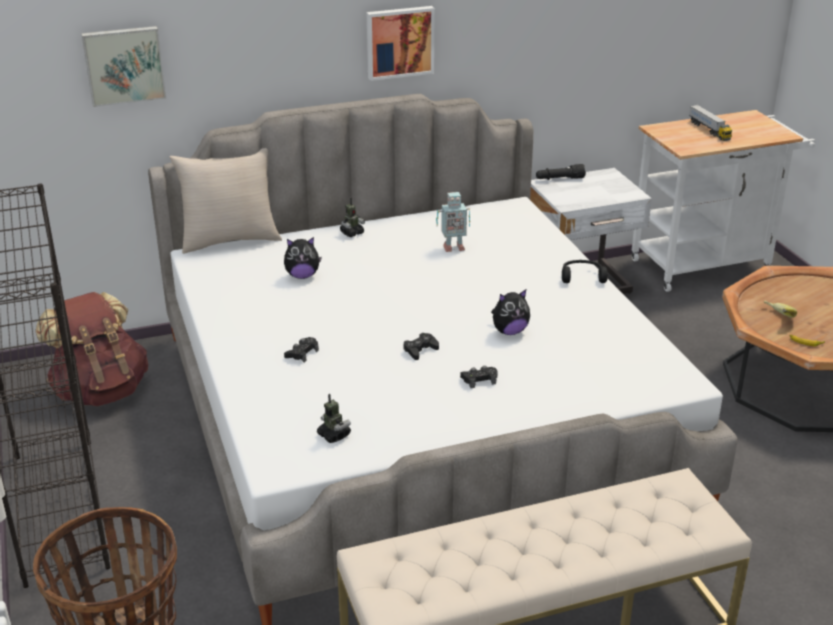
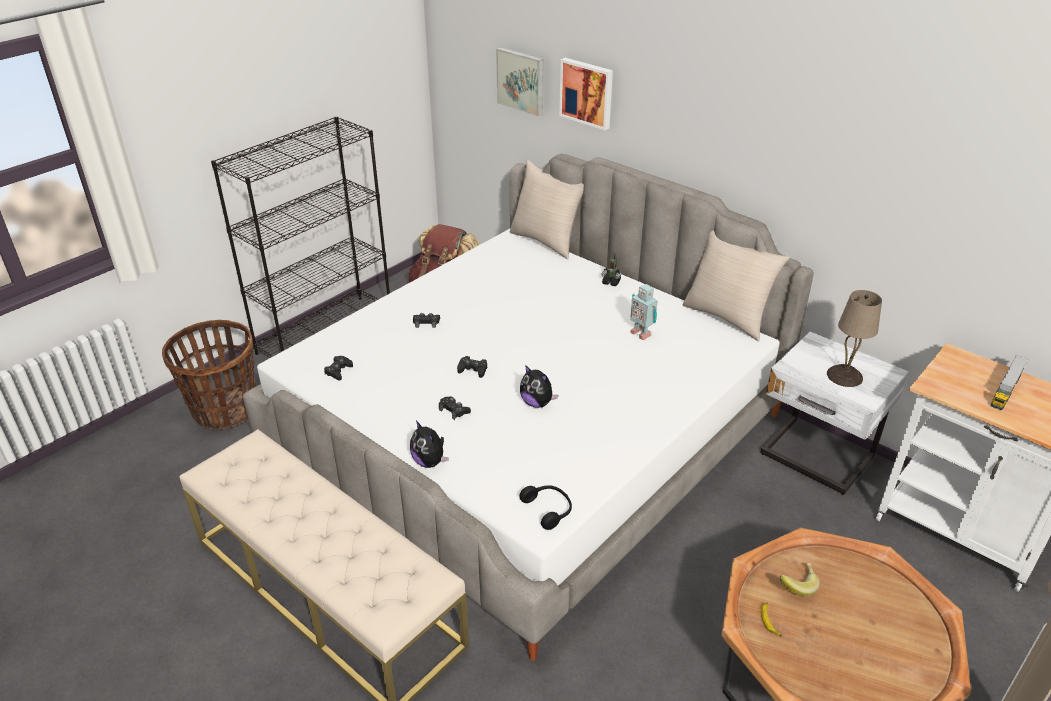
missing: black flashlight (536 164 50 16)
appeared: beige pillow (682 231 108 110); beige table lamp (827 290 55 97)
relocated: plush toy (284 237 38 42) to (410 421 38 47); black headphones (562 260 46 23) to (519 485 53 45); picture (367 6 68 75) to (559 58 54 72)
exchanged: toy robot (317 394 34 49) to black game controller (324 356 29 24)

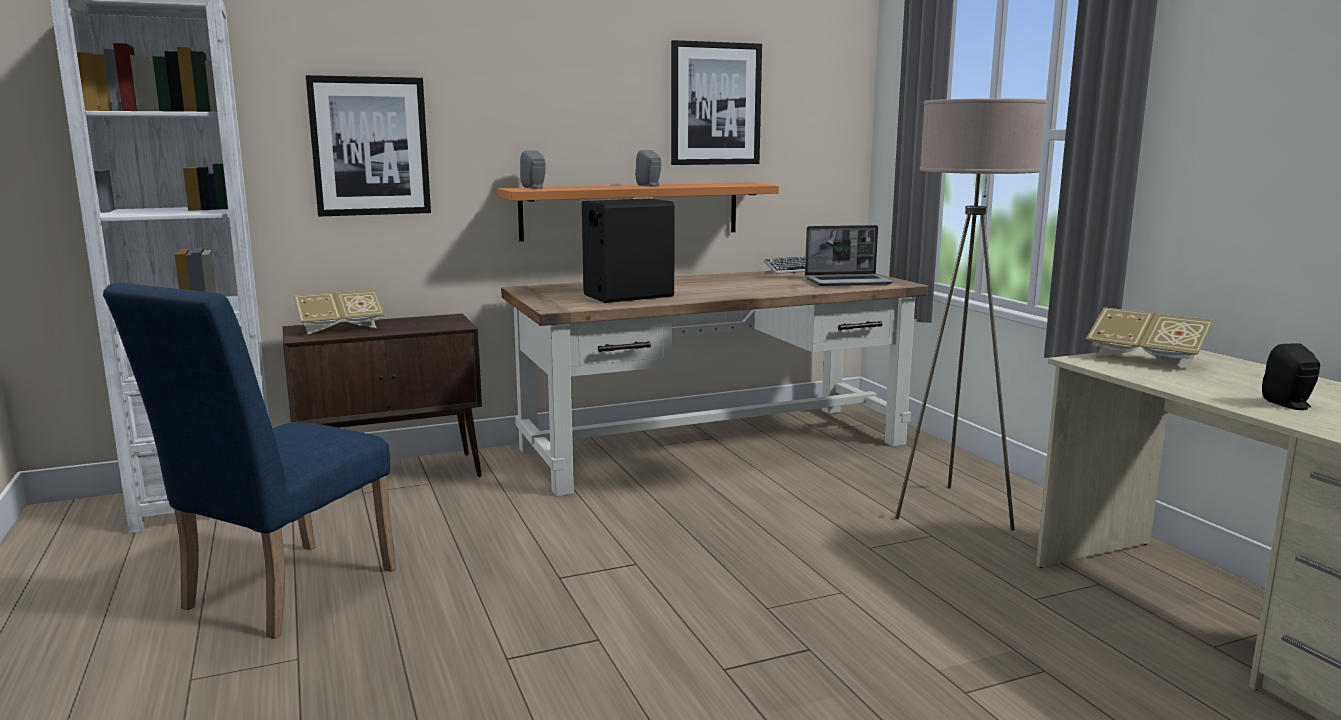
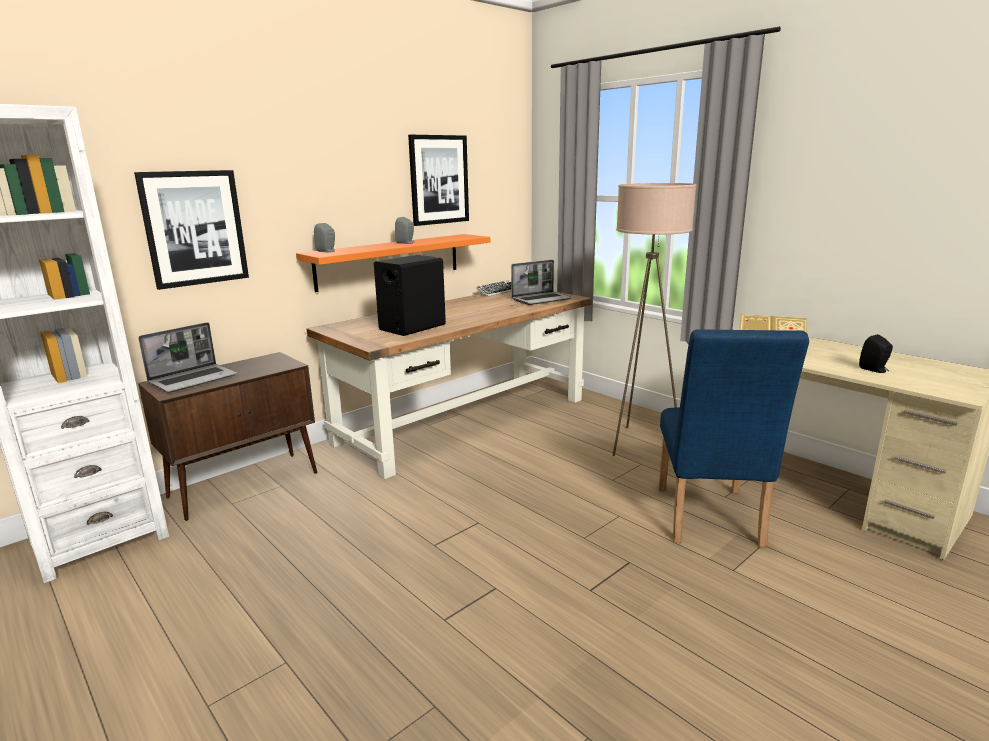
relocated: blue chair (103 283 293 356) to (659 329 150 218)
exchanged: book (293 290 91 44) to laptop (138 322 99 71)

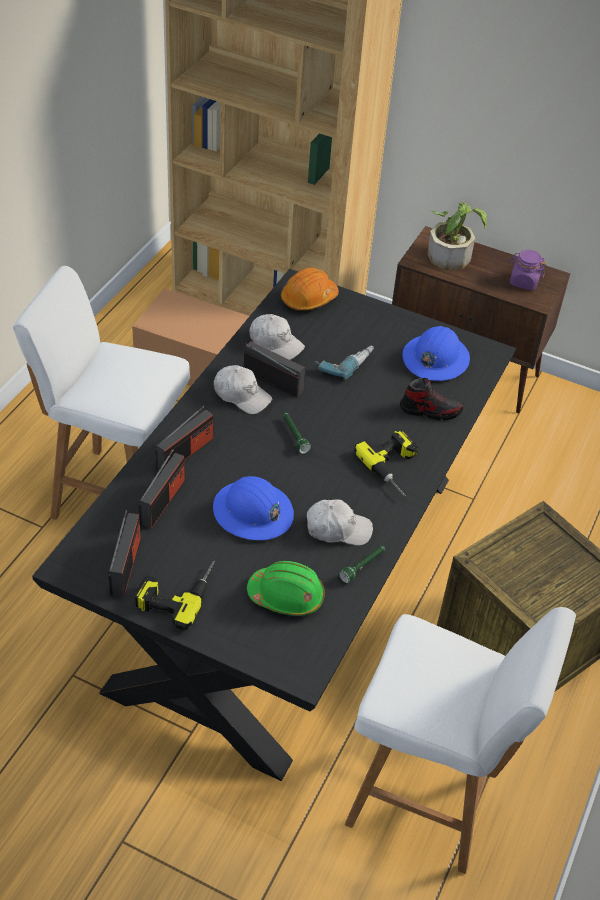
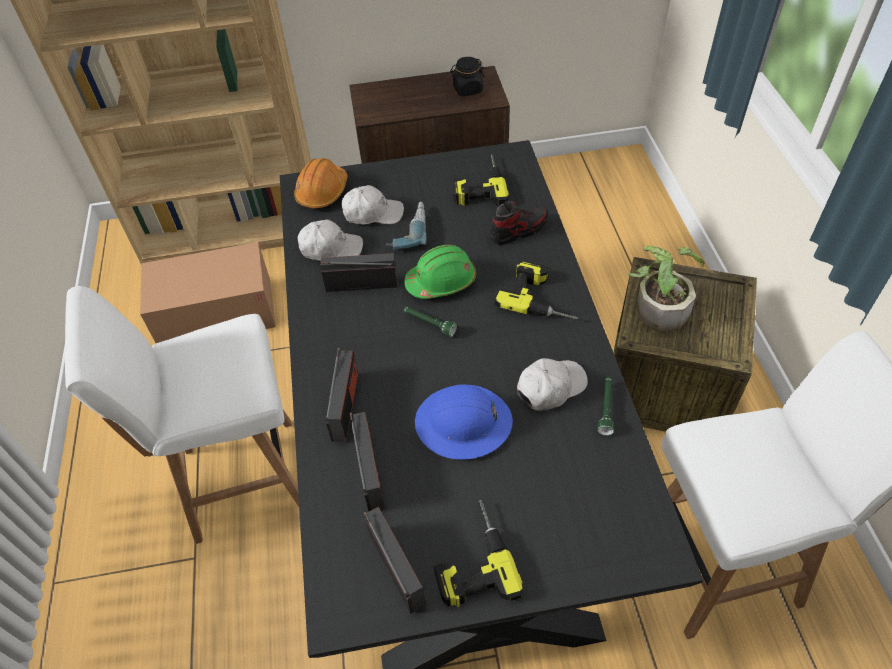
relocated: white cap (214 365 58 49) to (341 185 63 40); green hard hat (247 561 78 55) to (404 245 72 54); potted plant (427 202 60 68) to (628 246 77 85)
exchanged: blue hard hat (403 326 67 55) to power drill (452 154 57 52)
colour: purple jar (510 250 36 40) to black jar (450 57 34 39)

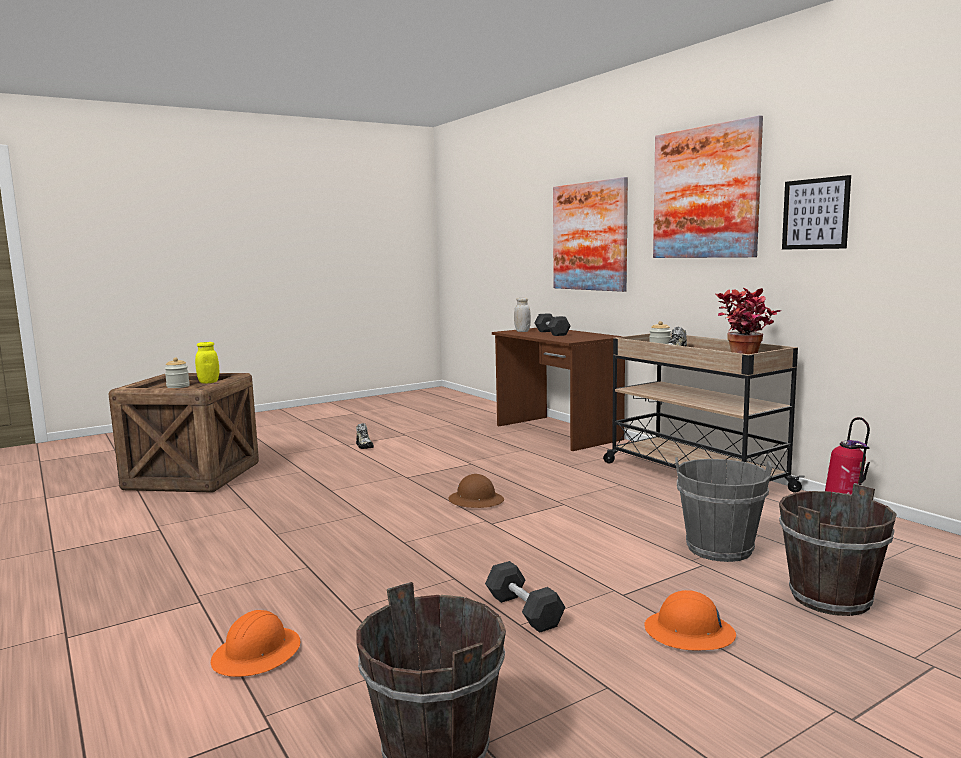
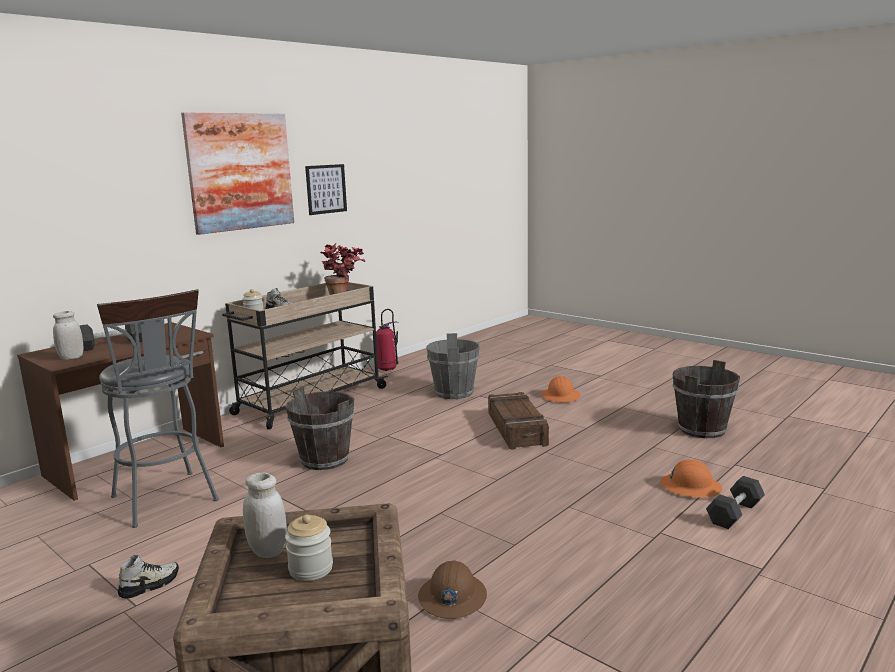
missing: picture (553 177 75 115)
appeared: grey stool (97 289 122 239); crate (488 392 61 58)
relocated: brown bucket (779 484 118 132) to (286 387 69 83); brown hard hat (449 474 55 34) to (418 561 69 58); black dumbbell (485 561 80 72) to (706 476 59 53)
colour: yellow jar (195 342 25 42) to white jar (243 472 44 86)

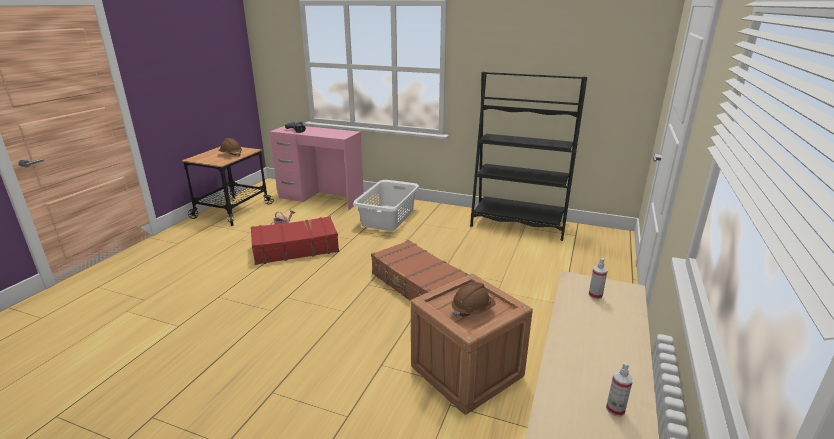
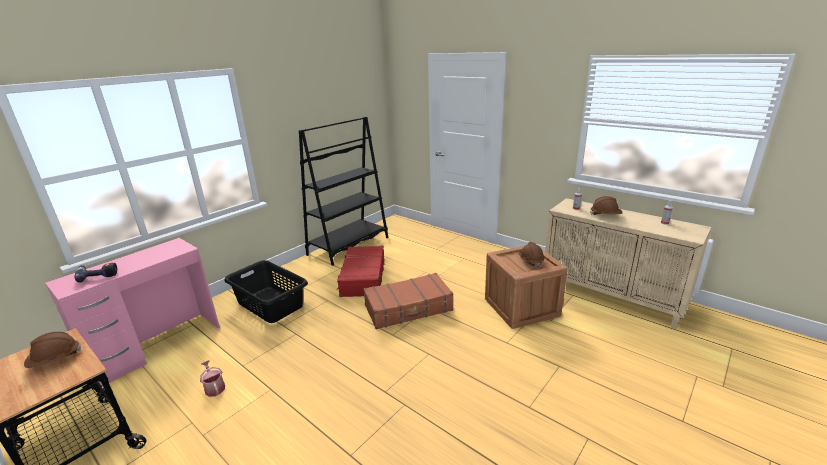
appeared: brown hard hat (590 196 32 19)
relocated: red suitcase (251 216 88 49) to (337 246 48 51)
colour: white laundry basket (353 180 66 51) to black laundry basket (224 260 84 63)

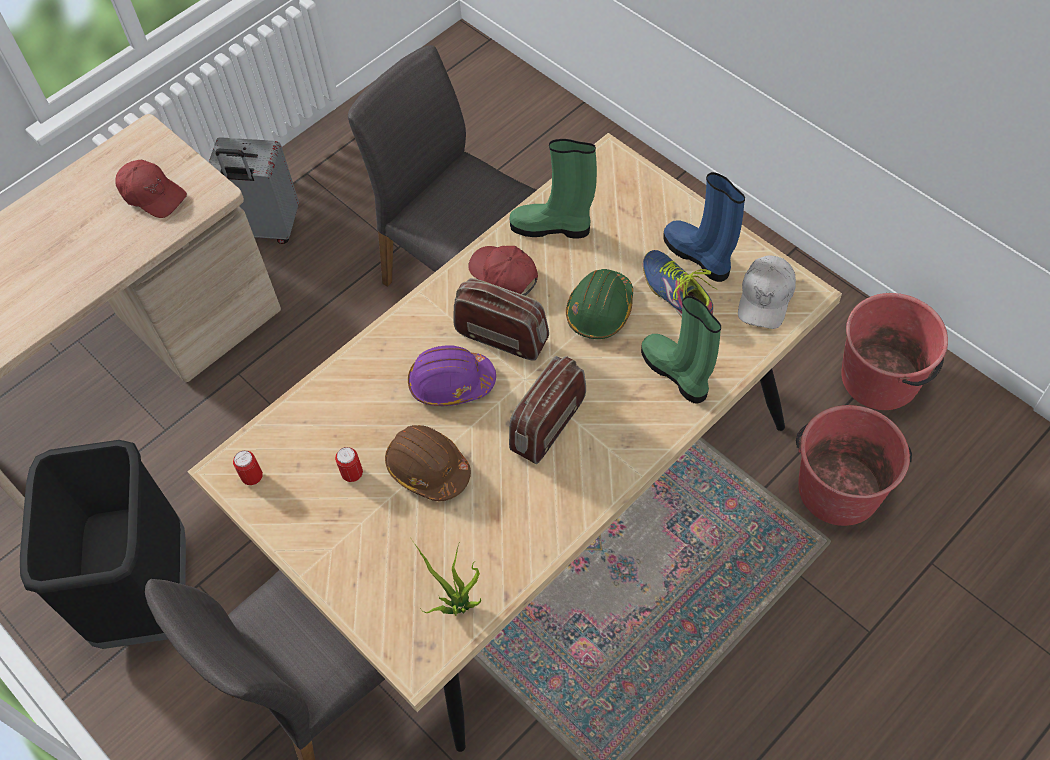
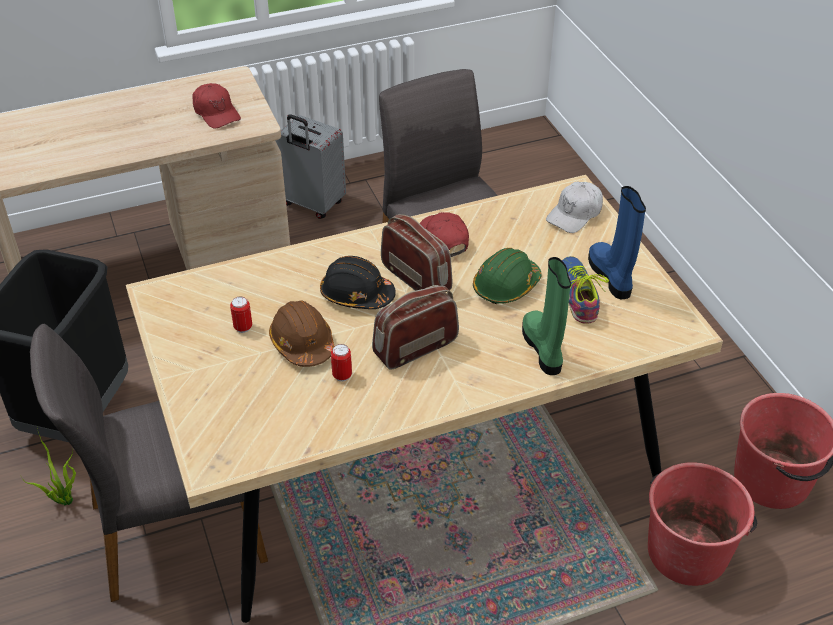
missing: green boot (510 139 87 100)
relocated: potted plant (410 537 71 79) to (21 428 55 78); can (233 451 30 34) to (331 344 21 38); white cap (738 255 58 74) to (546 182 57 51)
colour: purple hard hat (408 345 88 61) to black hard hat (320 256 76 53)

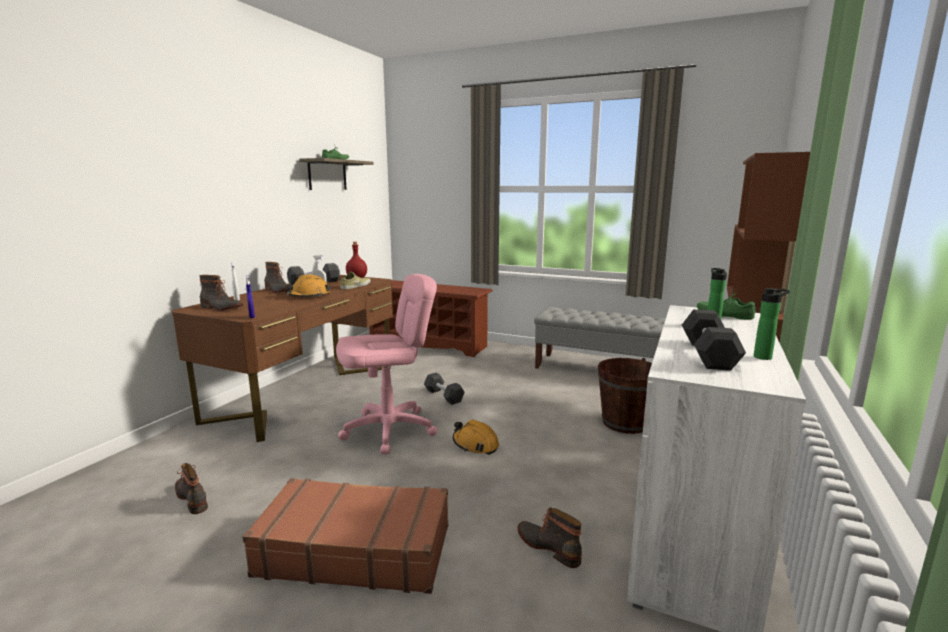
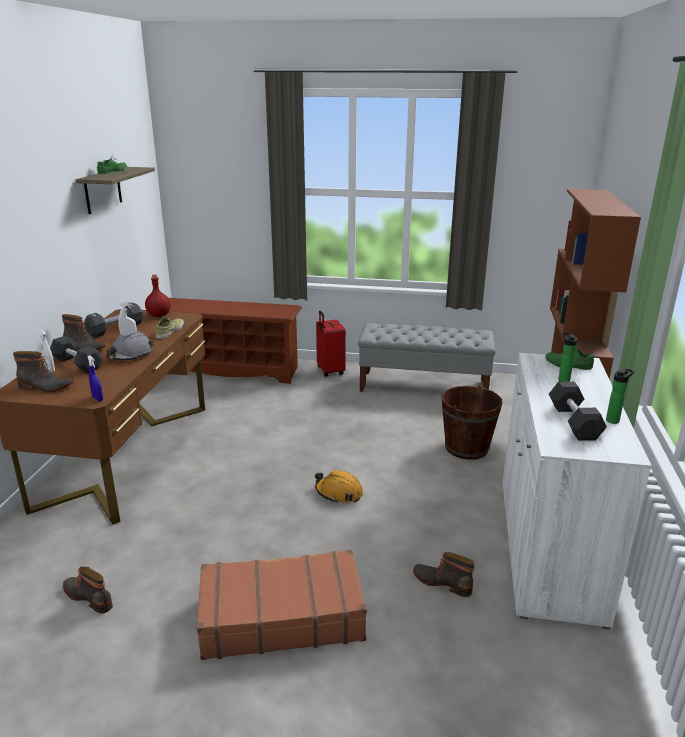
missing: pink office chair (336 274 102 180)
appeared: red suitcase (316 311 30 66)
relocated: black dumbbell (424 373 41 32) to (50 336 53 37)
colour: orange hard hat (285 274 46 23) to grey hard hat (106 331 48 29)

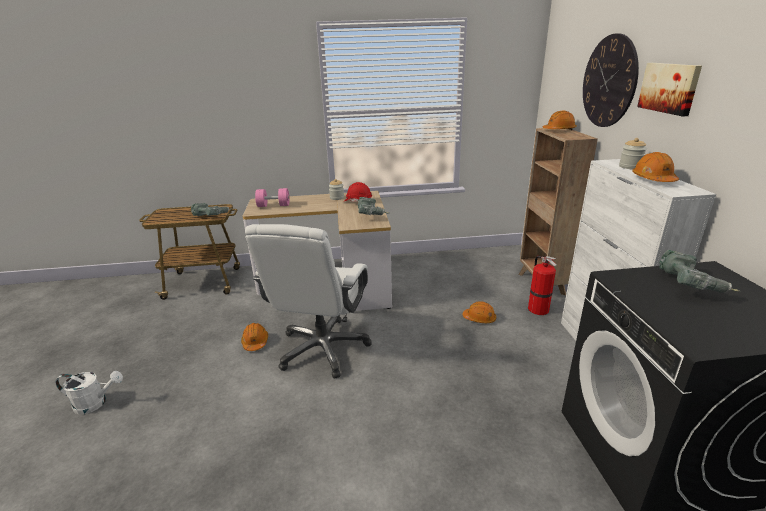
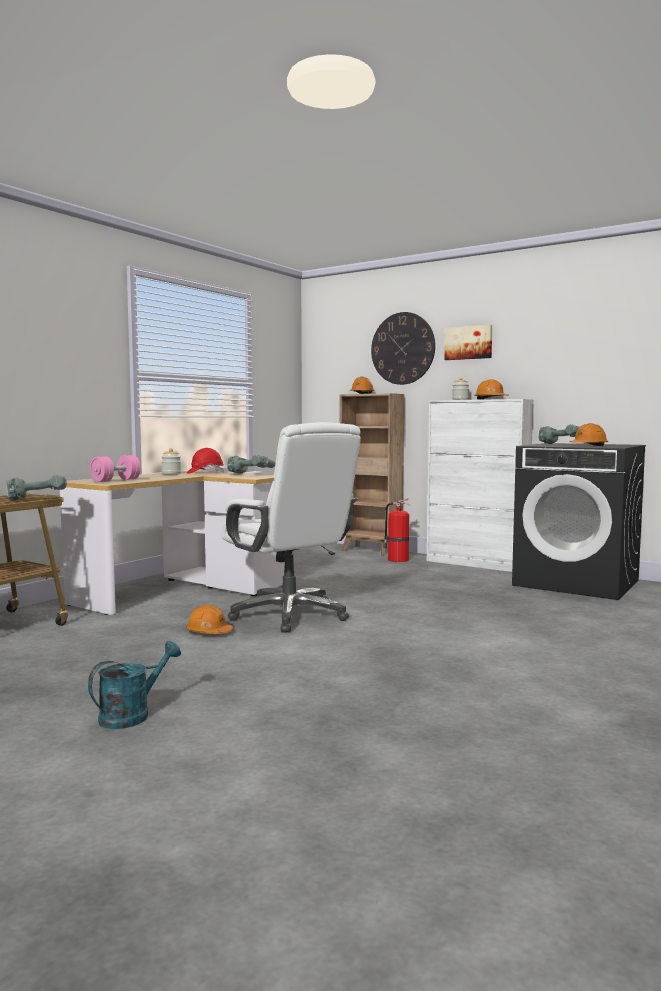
relocated: orange hard hat (462 301 34 22) to (570 423 38 23)
colour: white watering can (55 371 68 43) to turquoise watering can (88 641 93 88)

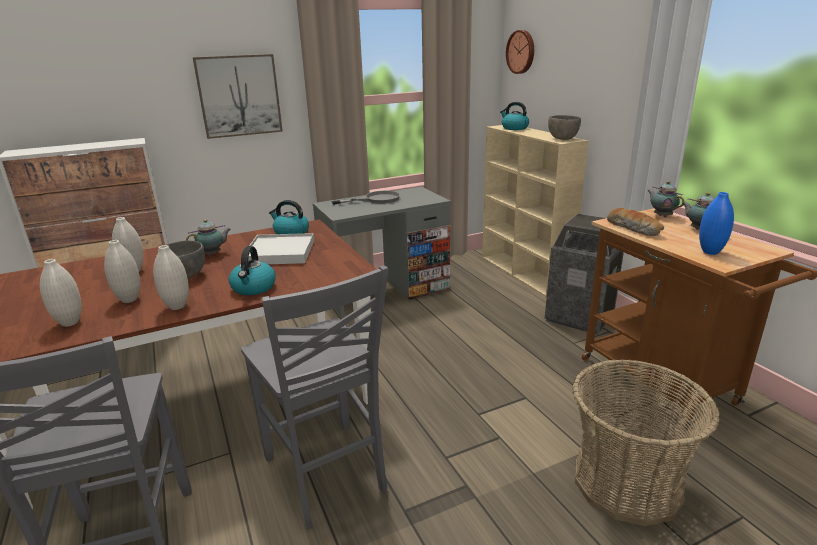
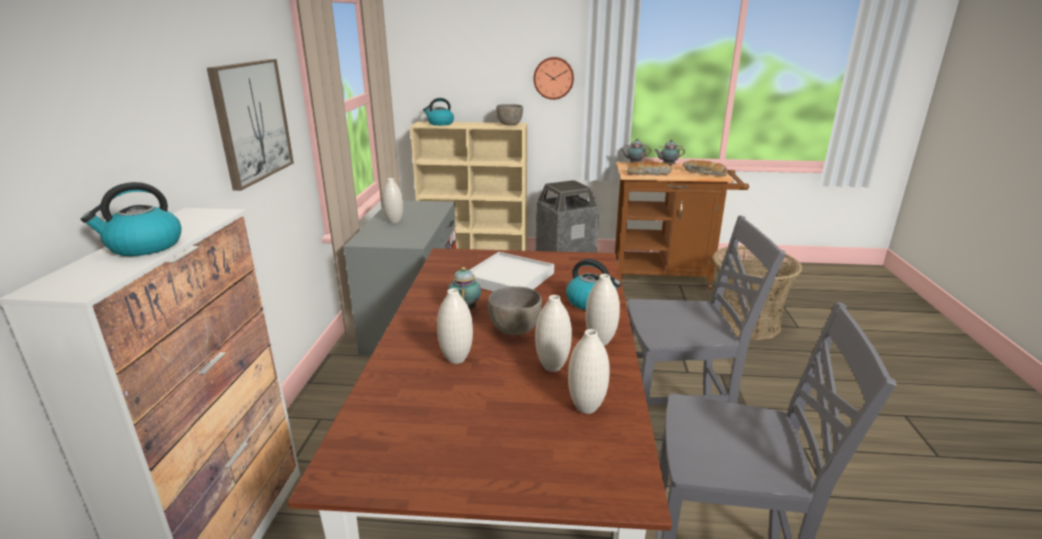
relocated: kettle (269 200 40 34) to (81 182 100 74); wall clock (506 30 28 44) to (533 57 41 43)
exchanged: grey frying pan (331 191 69 14) to white vase (382 178 21 45); blue vase (699 192 35 63) to bread (683 160 45 16)

